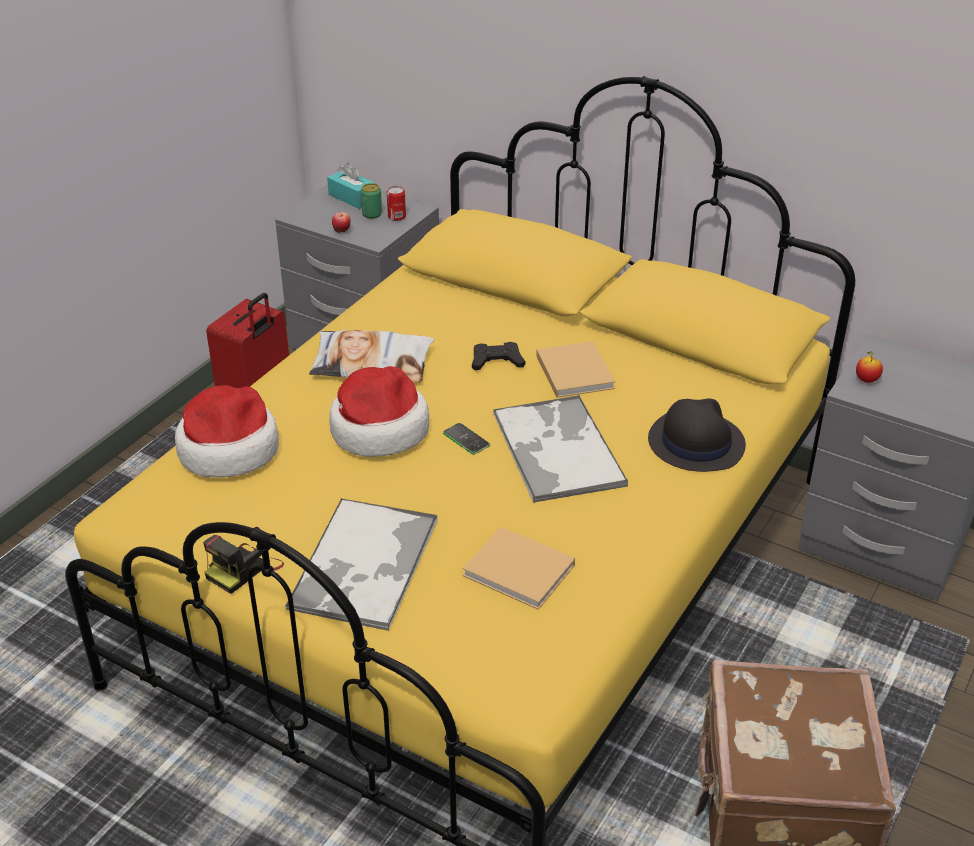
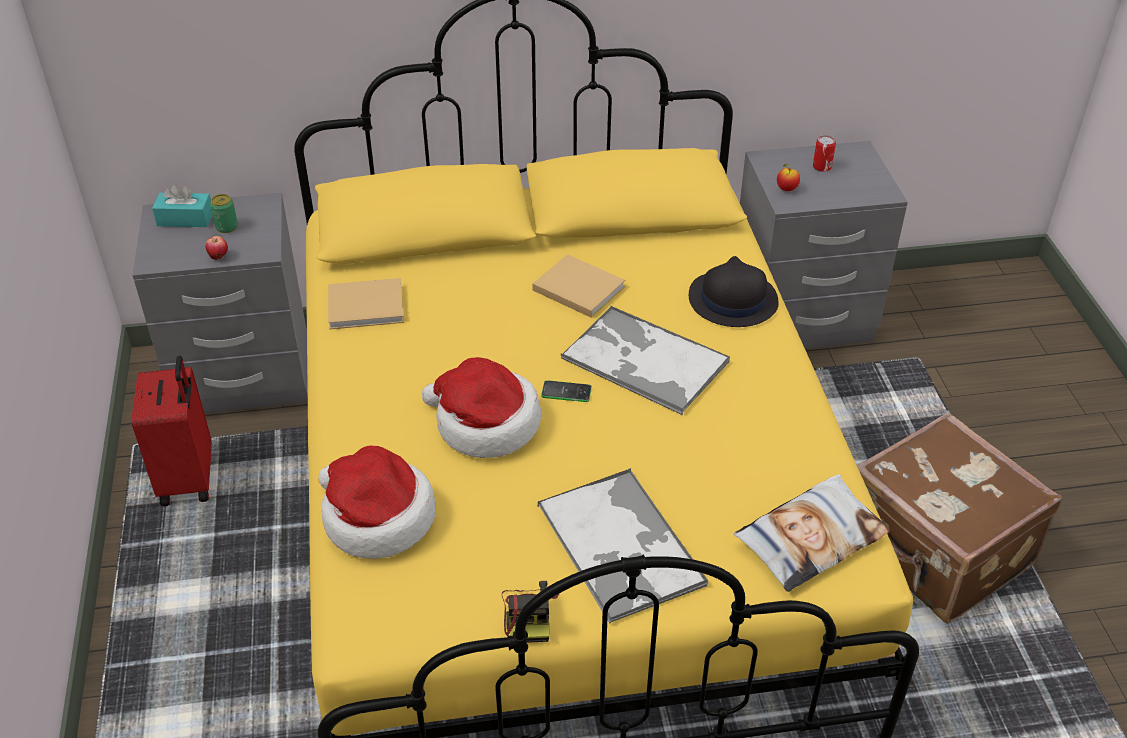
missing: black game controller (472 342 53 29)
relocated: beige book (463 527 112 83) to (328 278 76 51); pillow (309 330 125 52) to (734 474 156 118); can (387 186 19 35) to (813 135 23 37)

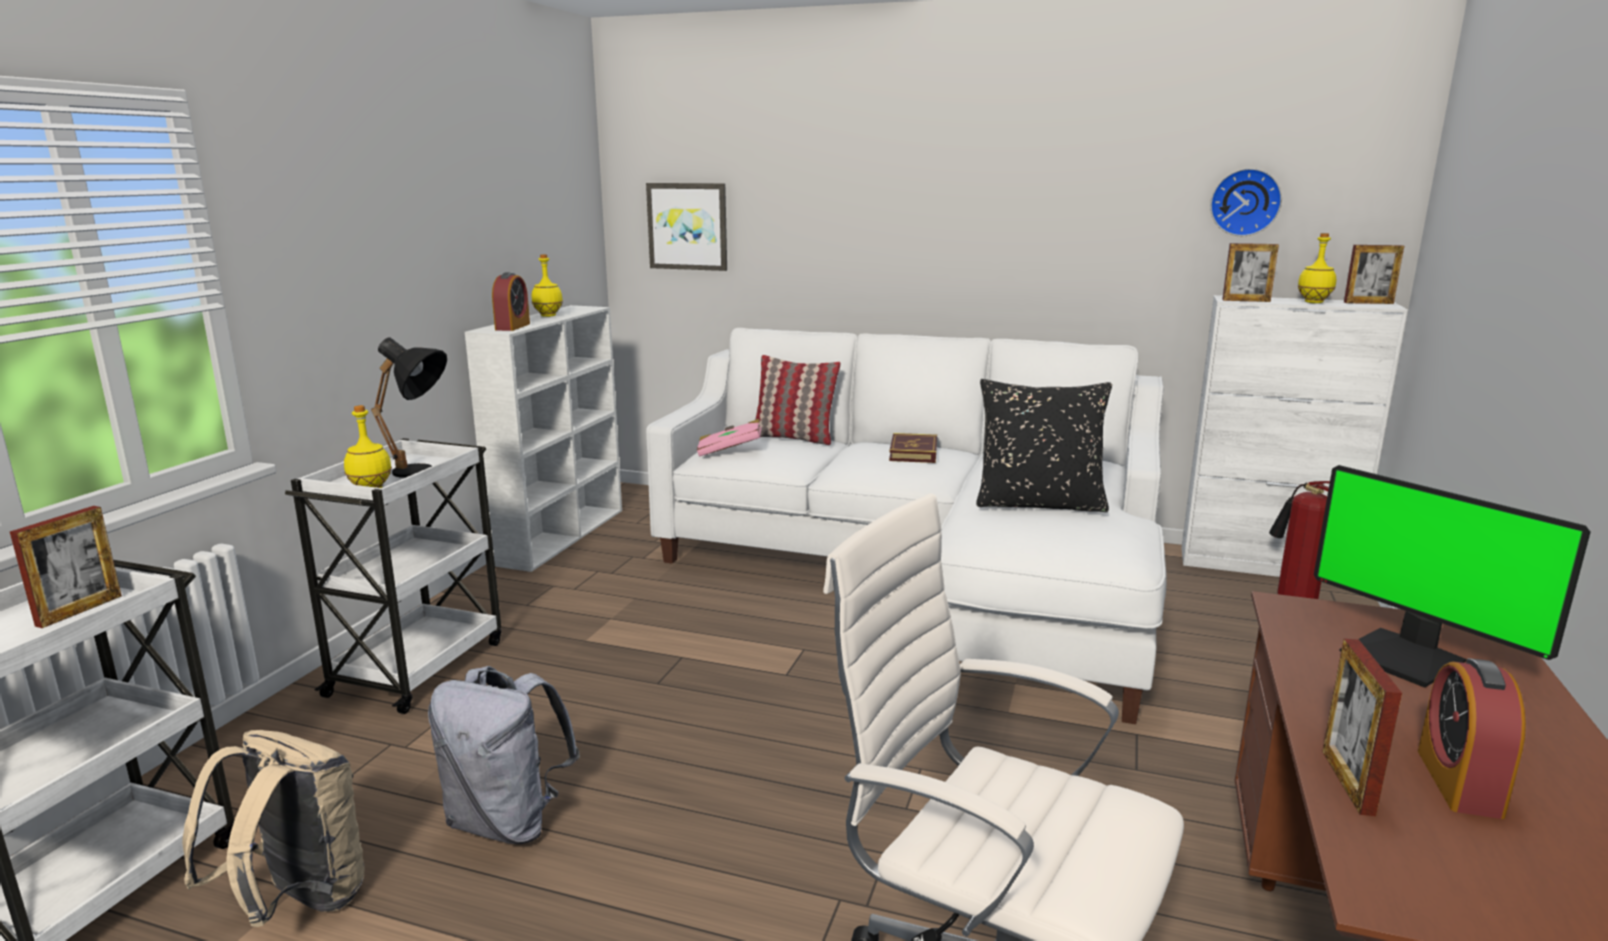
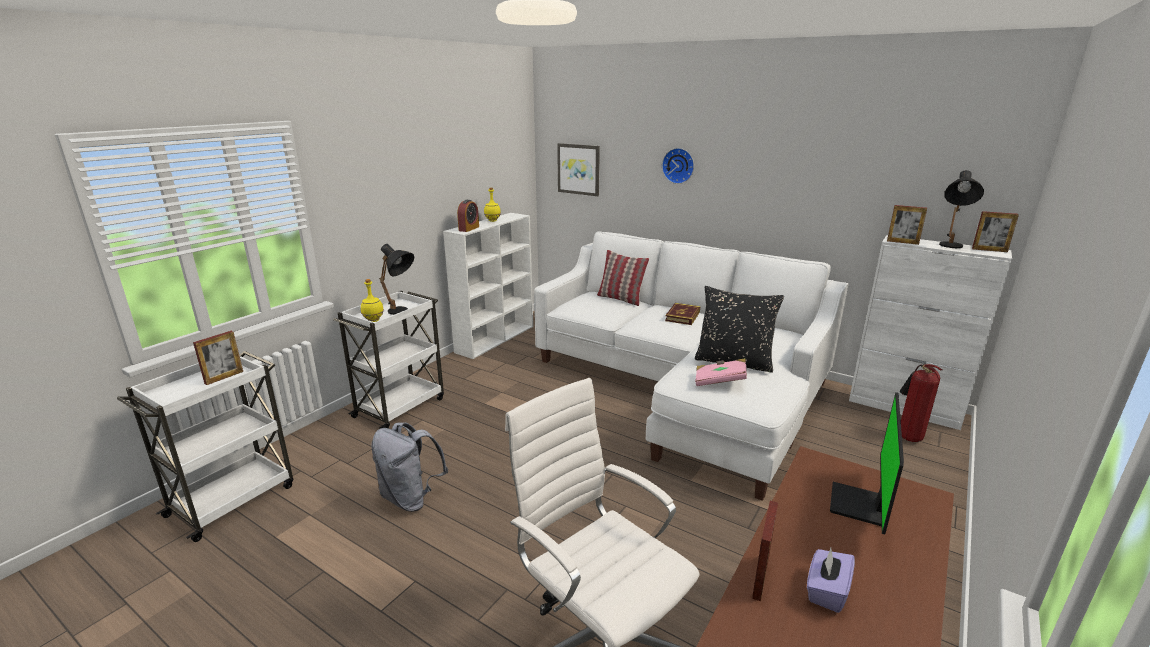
missing: beige backpack (182 730 182 197)
relocated: wall clock (1210 168 72 68) to (662 148 32 36); pink book (697 419 65 38) to (695 358 52 28)
exchanged: alarm clock (1418 658 108 161) to purple tissue box (807 548 48 65); yellow bottle (1297 233 39 70) to black table lamp (939 170 45 78)
spun: monitor (1314 465 276 223) = (830 392 74 143) 45 degrees clockwise

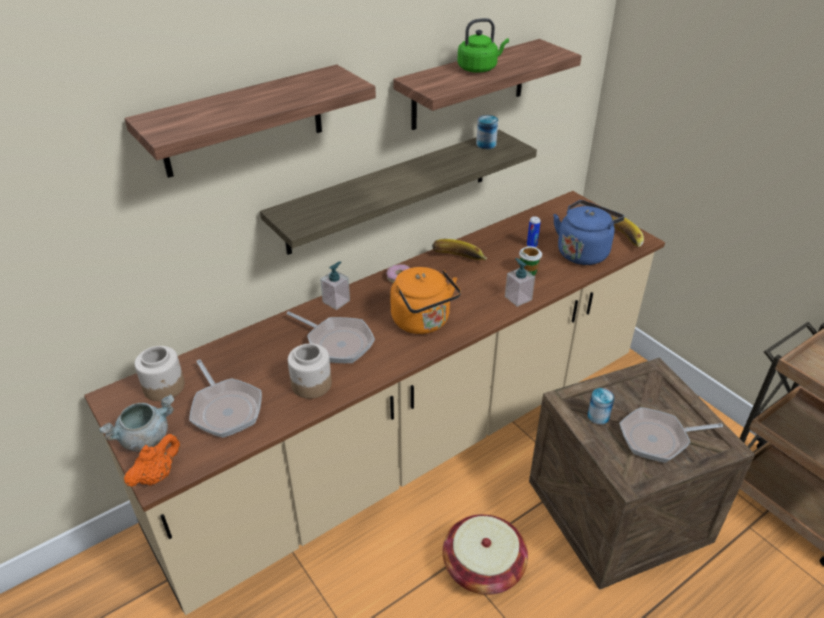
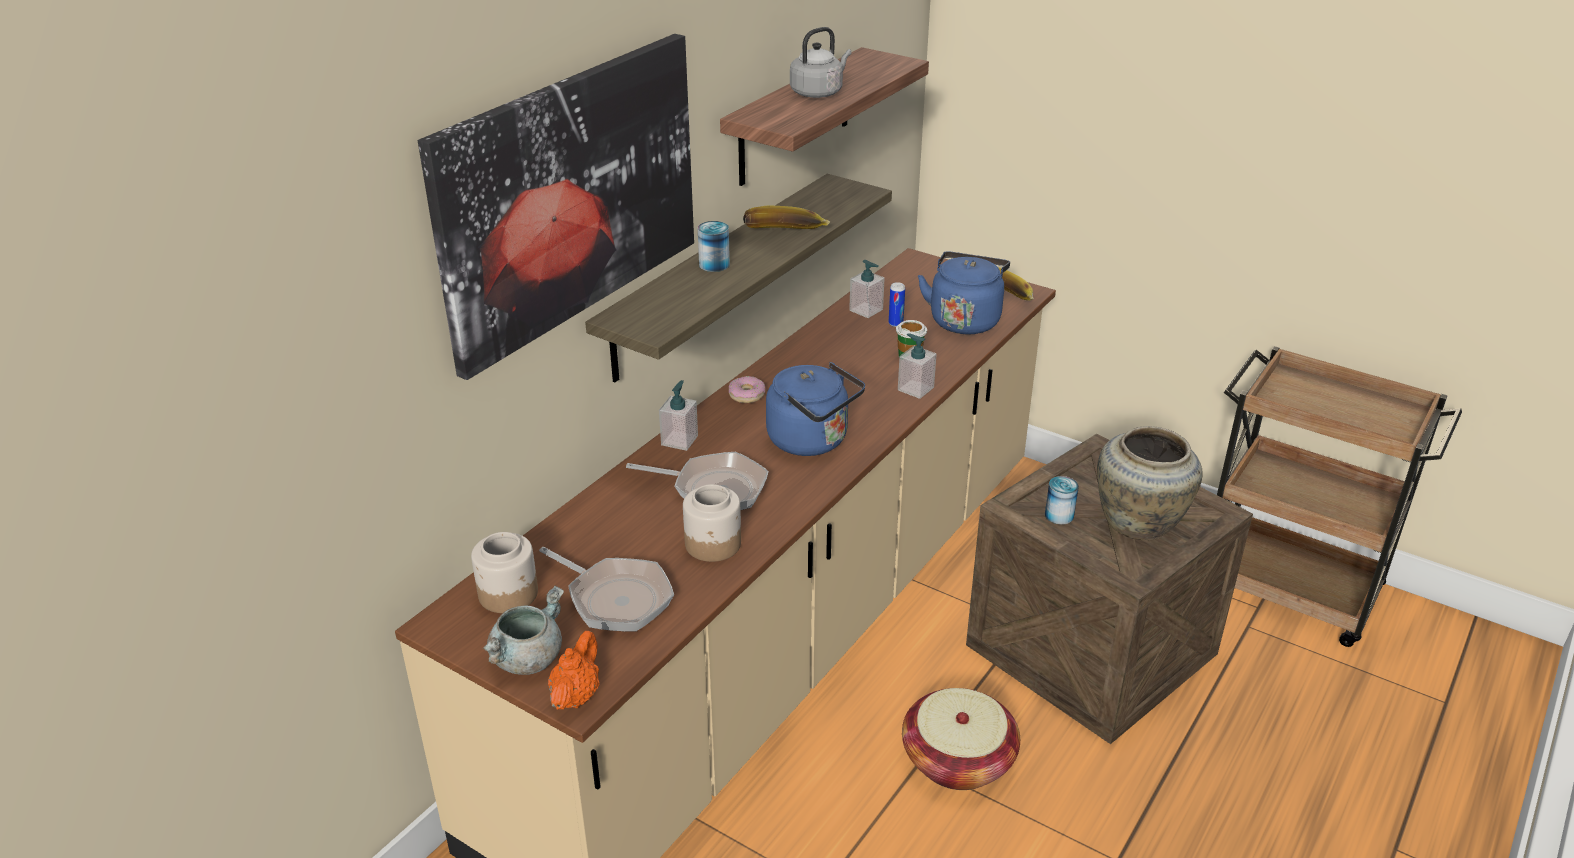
appeared: soap dispenser (849 260 36 58)
relocated: can (476 115 22 34) to (698 221 32 51); banana (432 239 55 21) to (743 206 87 23)
exchanged: shelf (124 64 252 114) to picture (418 34 276 346); frying pan (619 407 104 56) to beige vase (1097 426 106 115)
colour: orange kettle (390 267 71 67) to blue kettle (766 362 99 94); green kettle (457 18 52 55) to grey kettle (790 27 62 71)

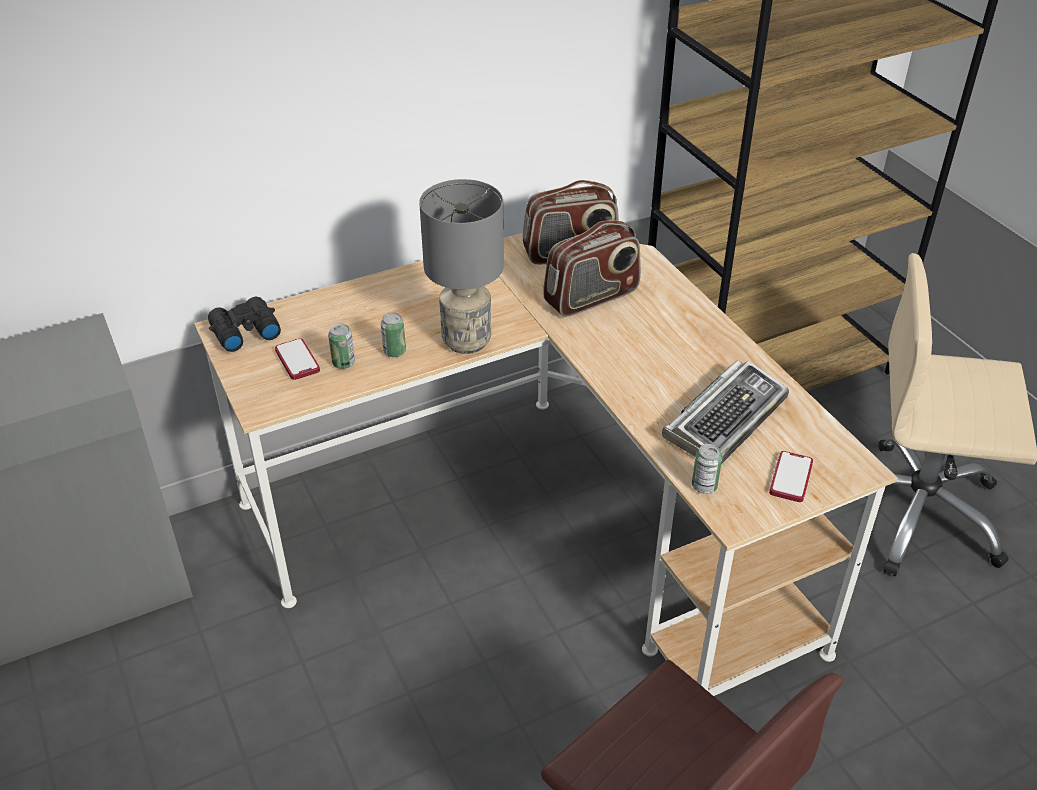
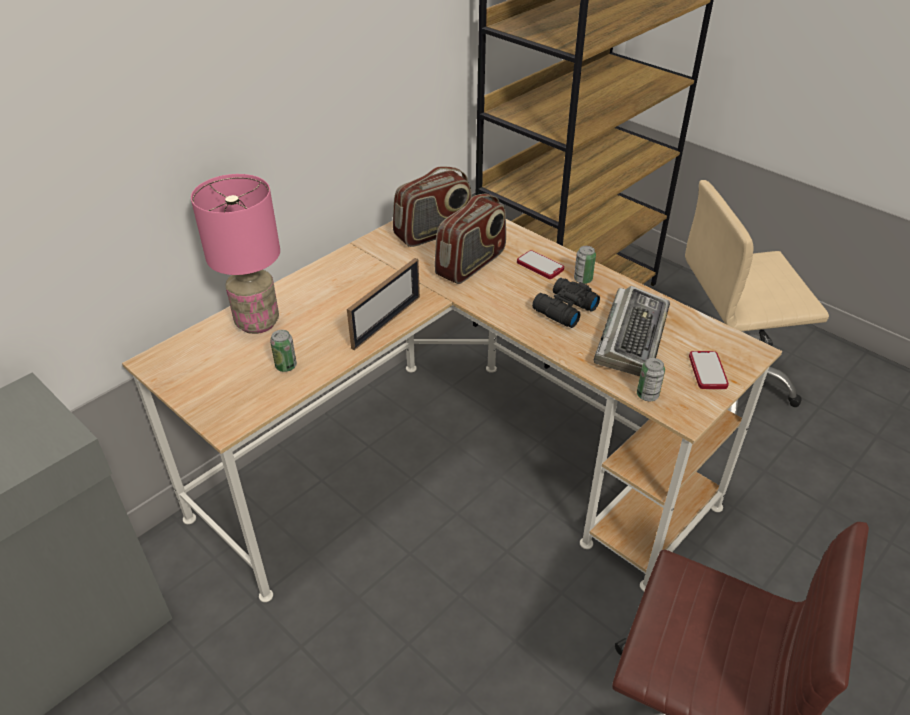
appeared: pink table lamp (191 174 89 160)
relocated: phone (275 338 45 42) to (517 250 47 29); black binoculars (208 297 73 55) to (532 278 68 50); can (381 312 25 45) to (574 246 22 38)
exchanged: grey table lamp (419 179 85 175) to picture frame (347 258 73 92)

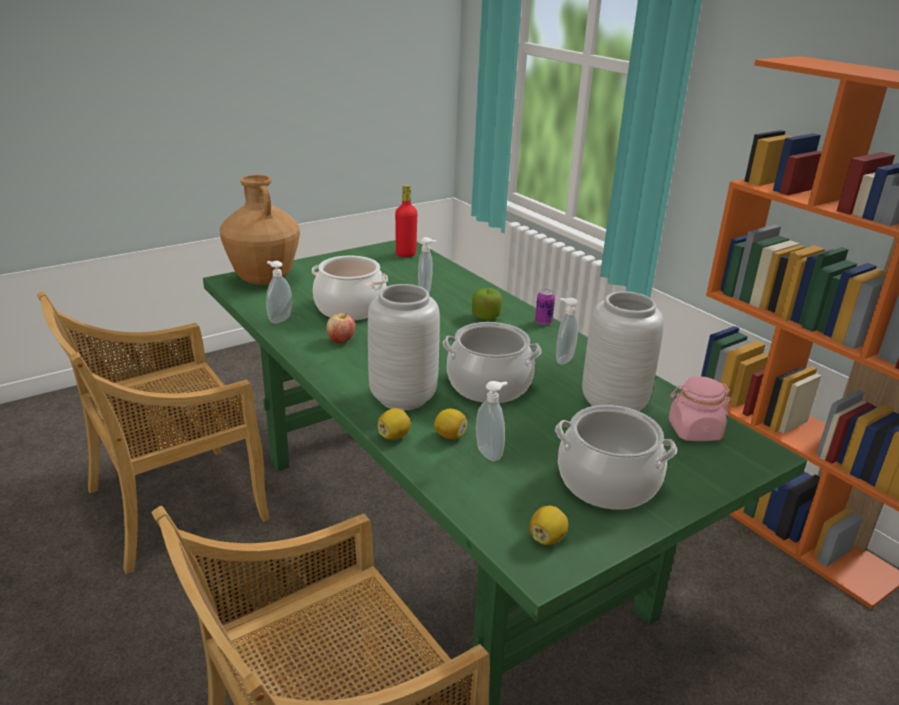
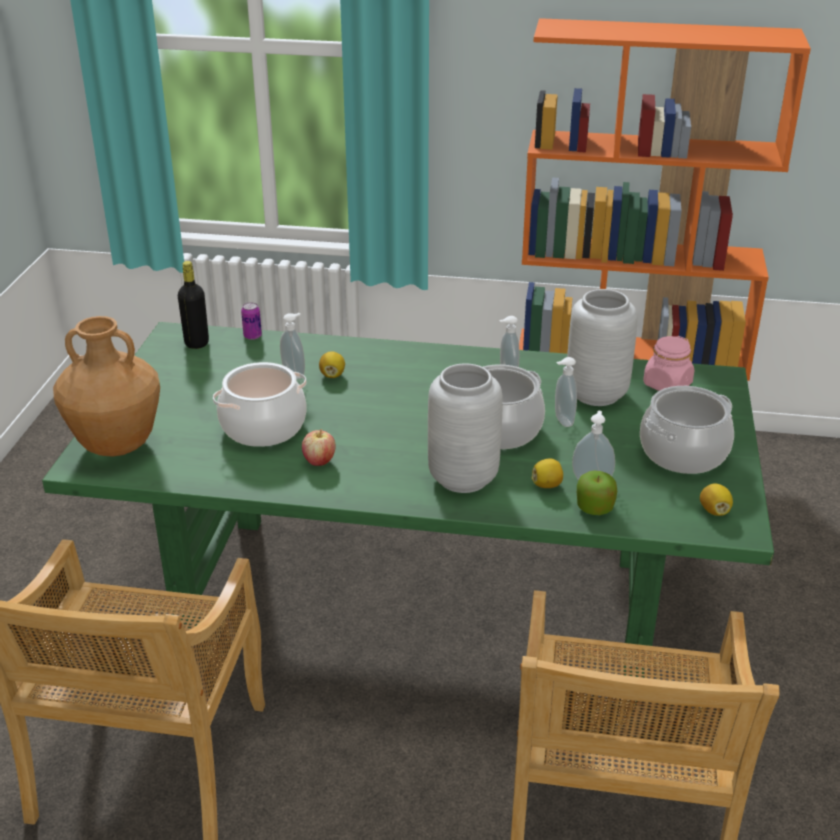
relocated: can (535 289 20 36) to (241 302 21 38); lemon (377 408 34 32) to (319 351 26 27); soap dispenser (266 261 26 63) to (555 357 22 70); apple (472 288 30 32) to (577 471 40 44)
colour: red bottle (395 185 22 72) to black bottle (178 261 31 88)

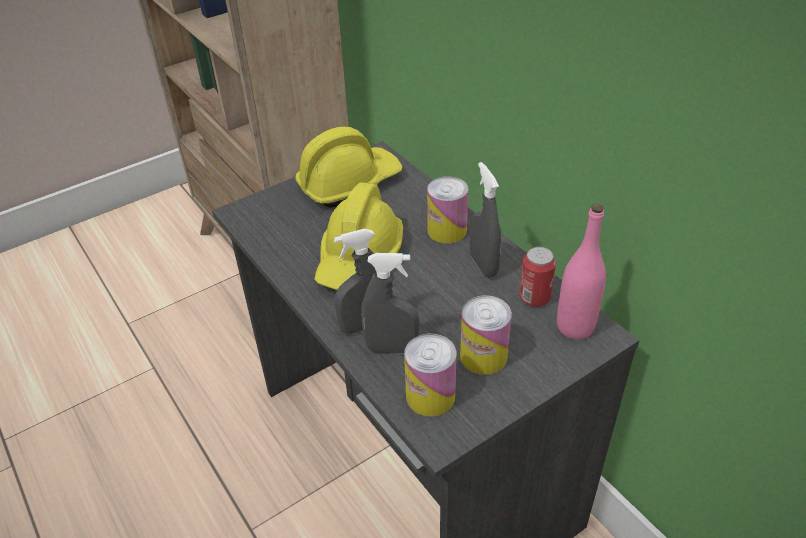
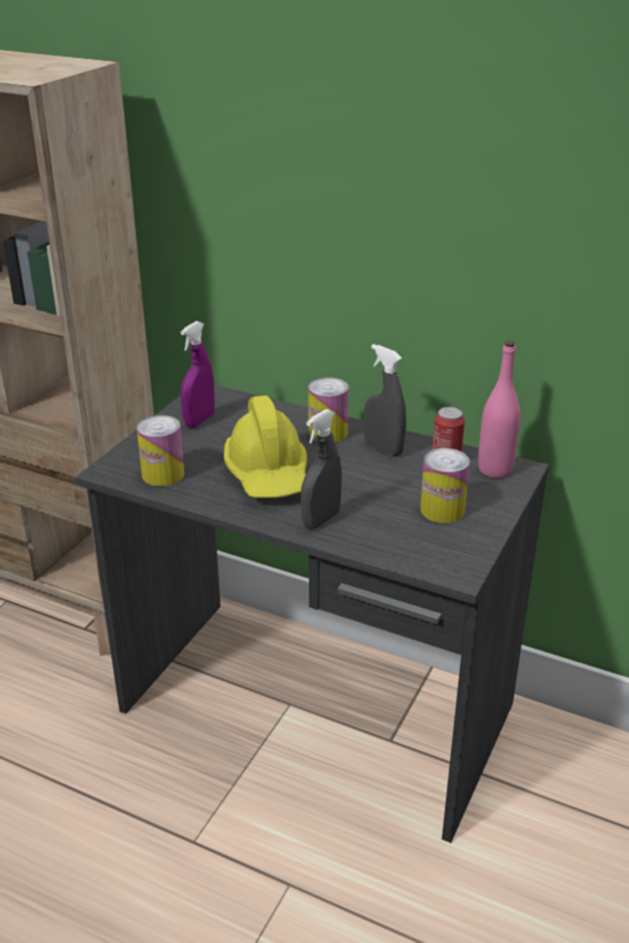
missing: grey spray bottle (361 253 59 101)
relocated: can (404 334 53 83) to (137 415 47 71)
exchanged: yellow hard hat (295 127 108 81) to purple spray bottle (181 321 34 107)

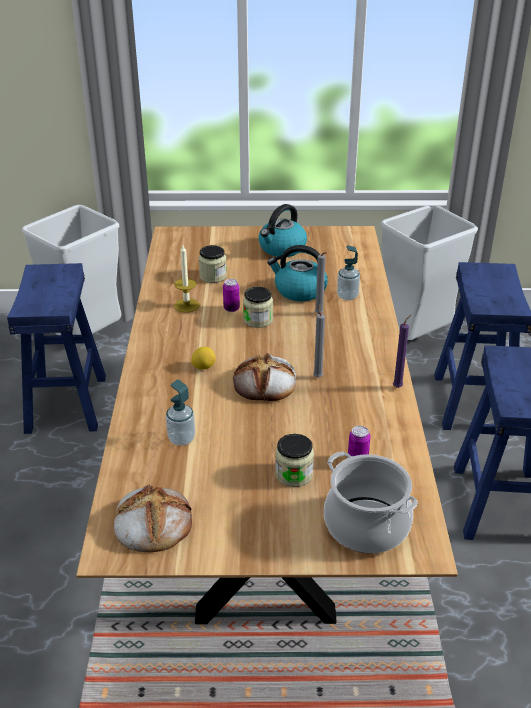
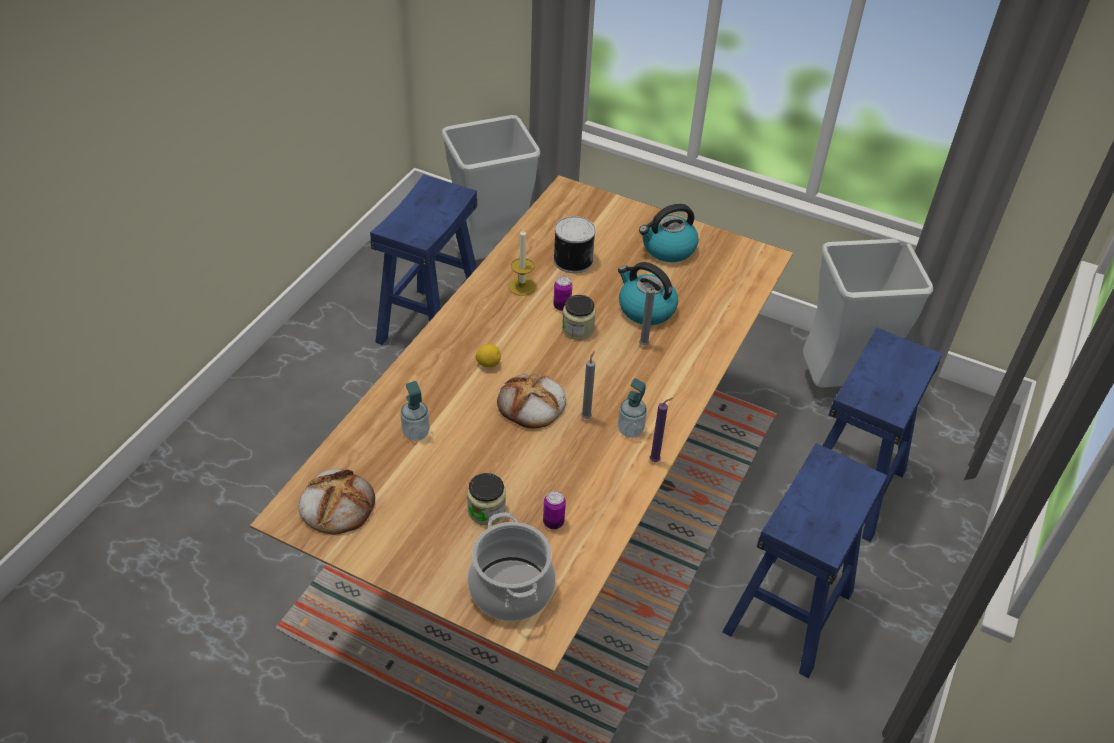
relocated: soap dispenser (337 245 23 56) to (618 378 29 60)
exchanged: jar (199 245 28 38) to can (553 216 43 57)

